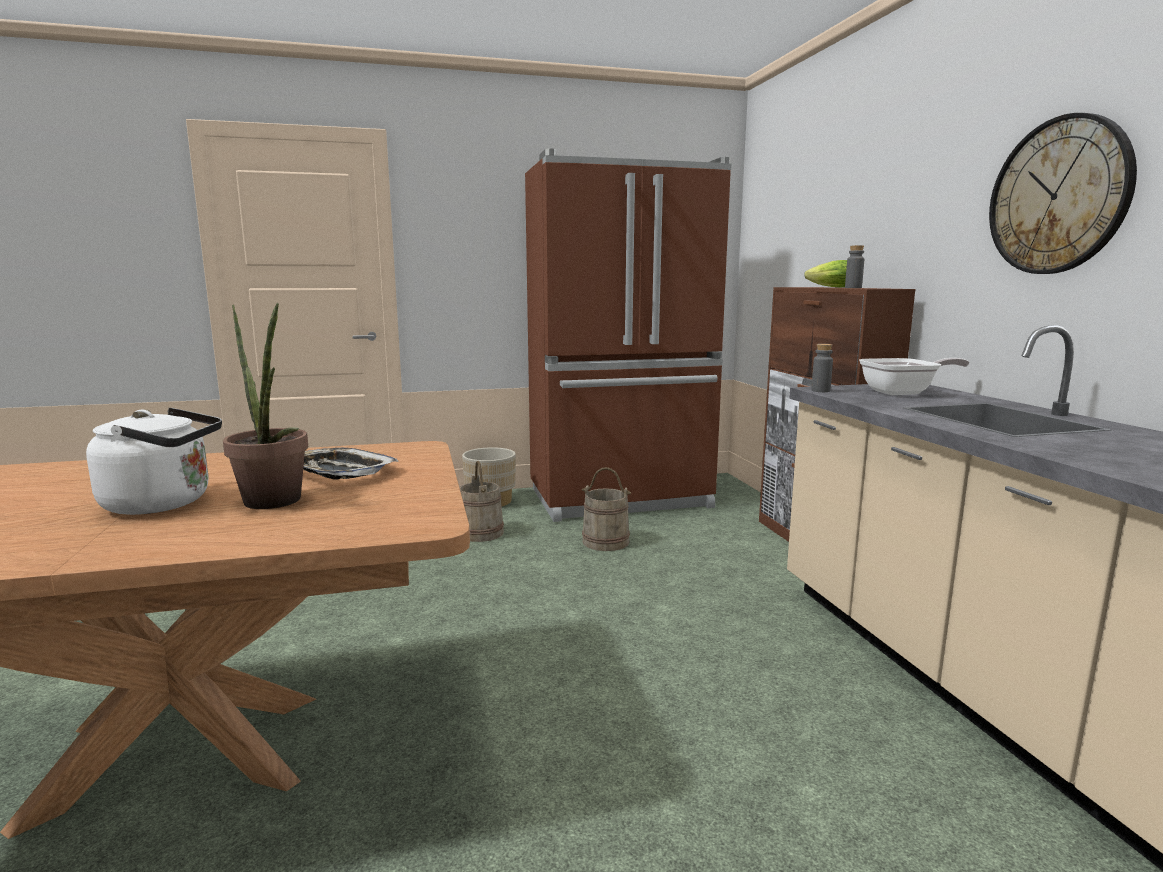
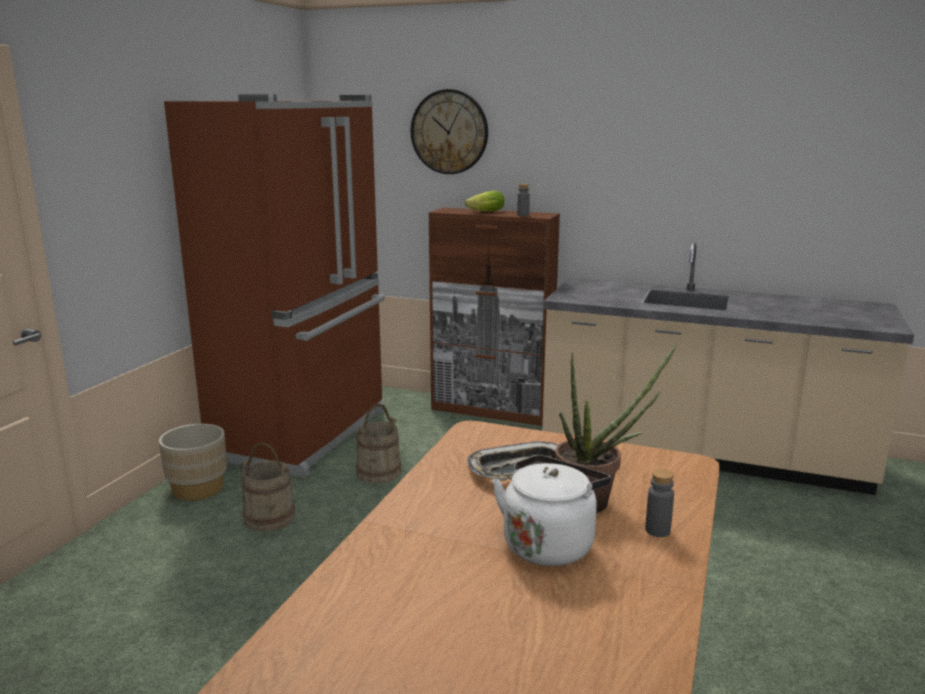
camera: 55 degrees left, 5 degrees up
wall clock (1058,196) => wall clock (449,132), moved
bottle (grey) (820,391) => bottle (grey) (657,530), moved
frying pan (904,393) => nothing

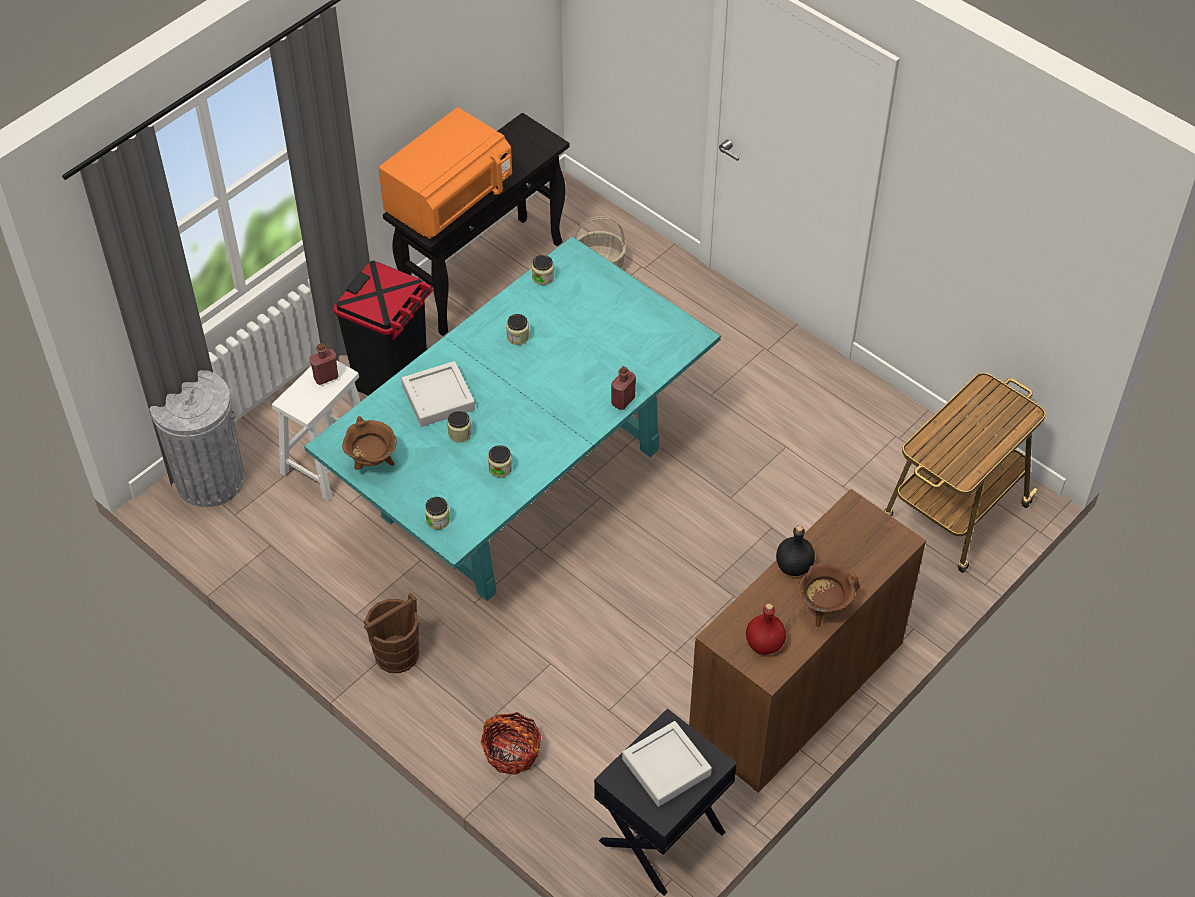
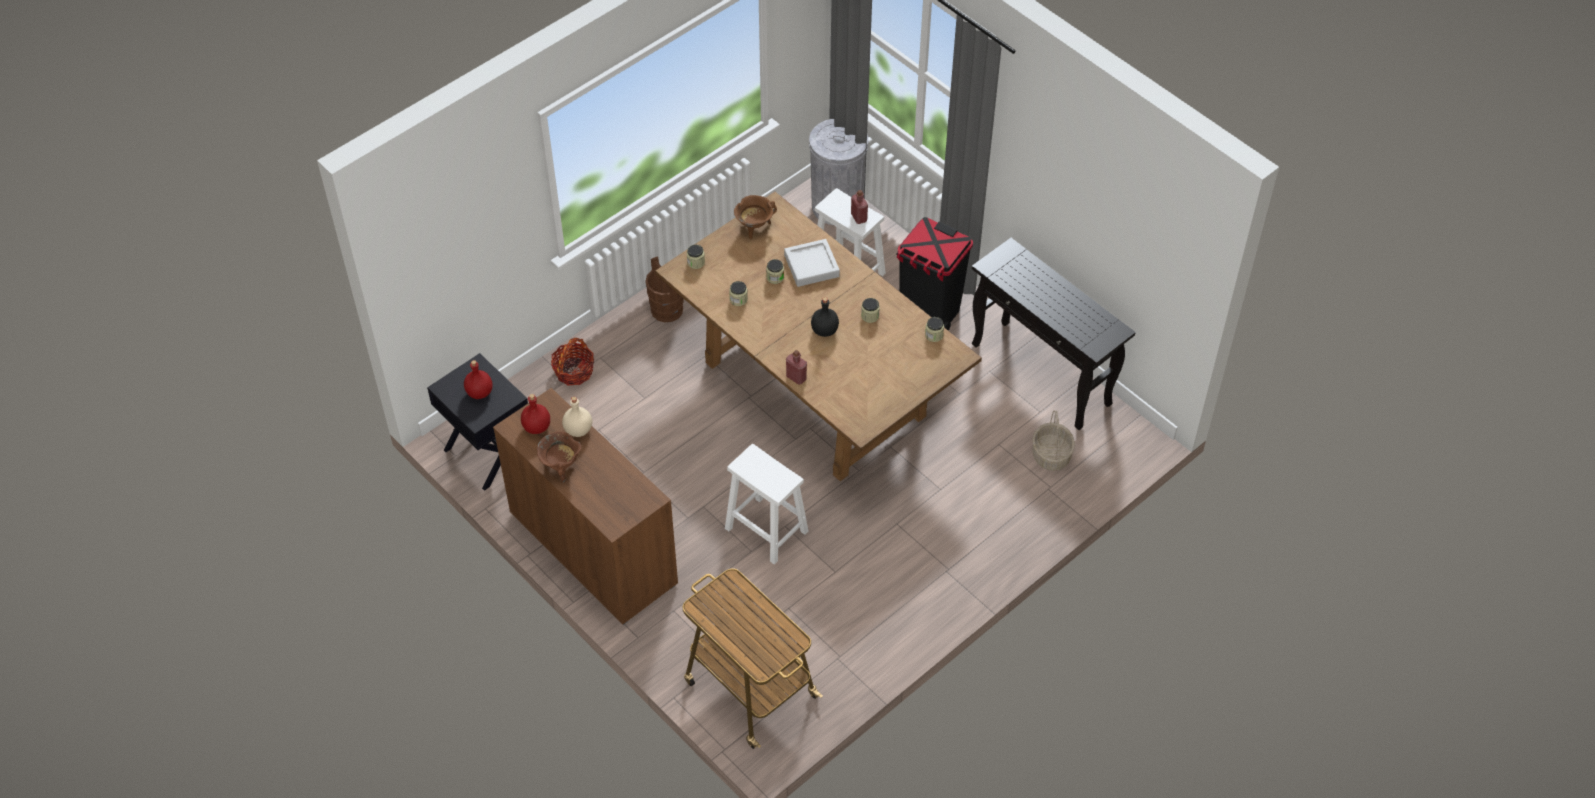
camera: 95 degrees right, 0 degrees up
microwave (orange) (449,200) => nothing
dining table (turquoise) (520,484) => dining table (brown) (813,388)
bottle (black) (793,567) => bottle (black) (824,330), moved
tray (grey) (666,767) => bottle (red) (479,393)
nothing => bottle (beige) (578,429)
nothing => stool (white) (765,529)

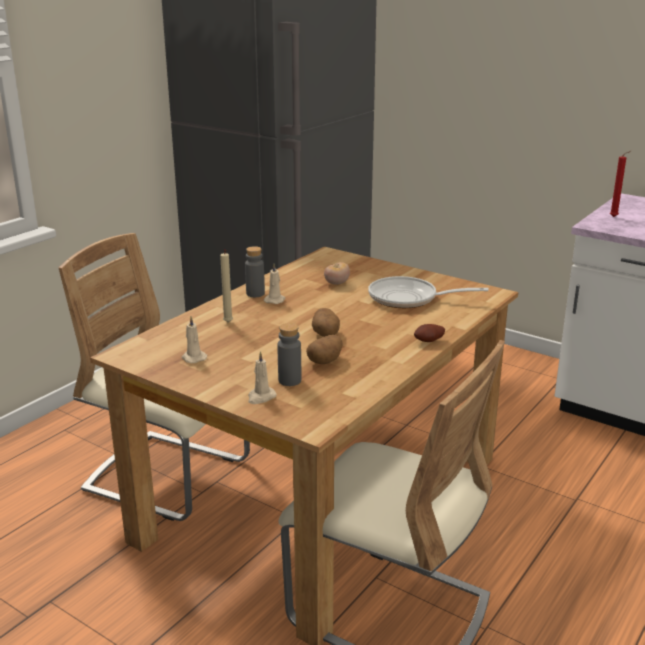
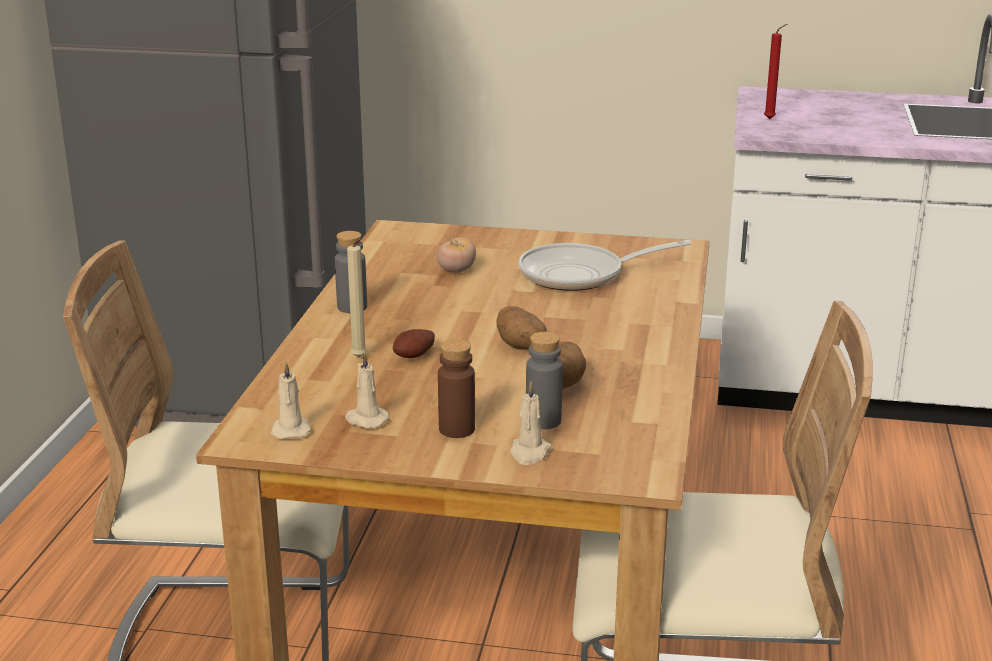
camera: 25 degrees left, 0 degrees up
candle (beige) (275,300) => candle (beige) (291,430), moved
potato (429,342) => potato (415,357), moved
nothing => bottle (brown) (457,429)

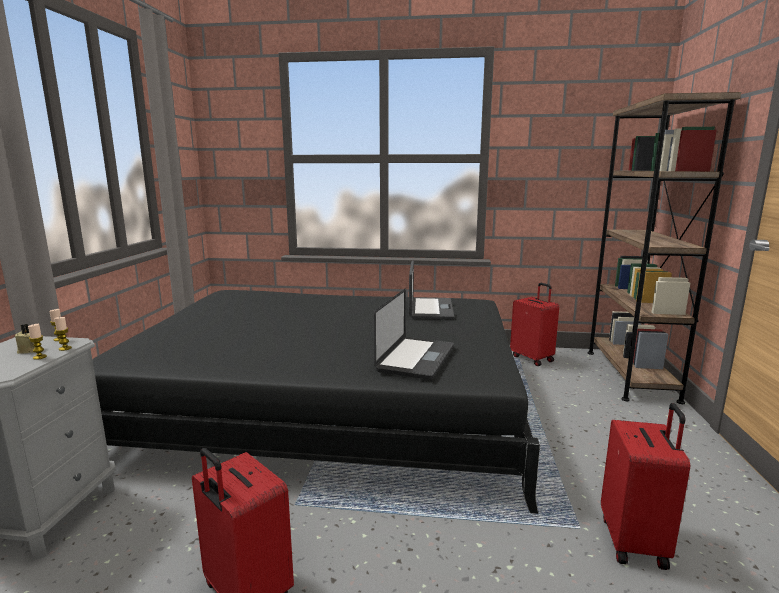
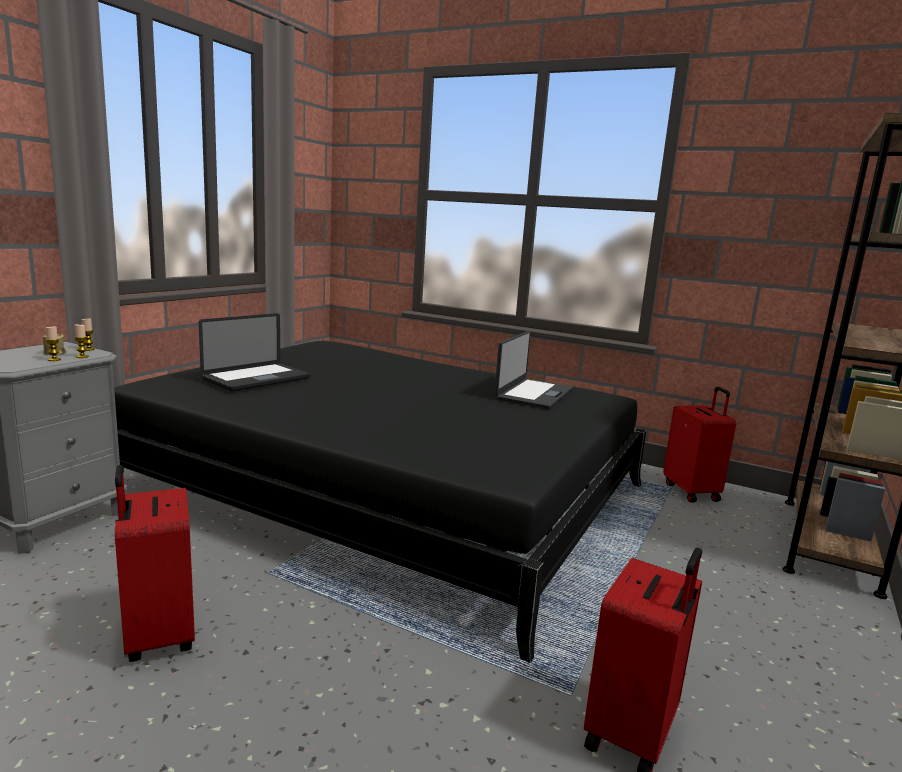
camera: 20 degrees right, 0 degrees up
laptop (416,359) => laptop (256,379), moved

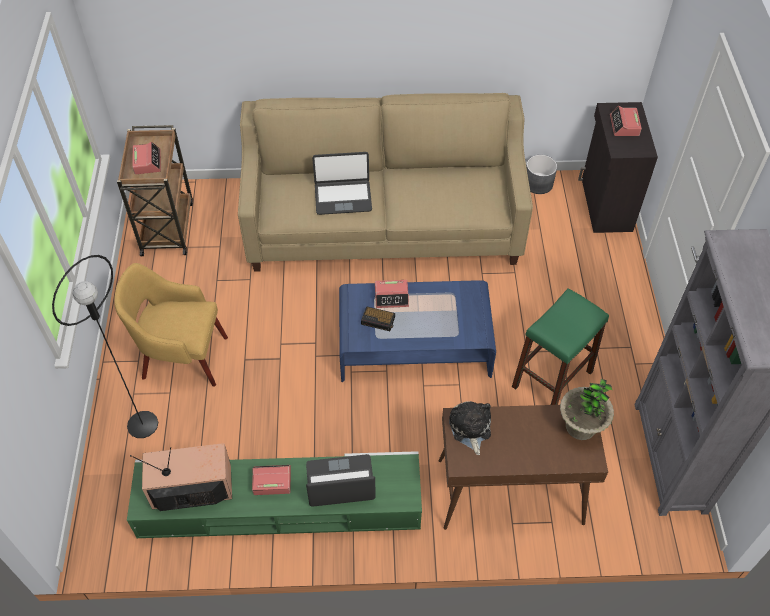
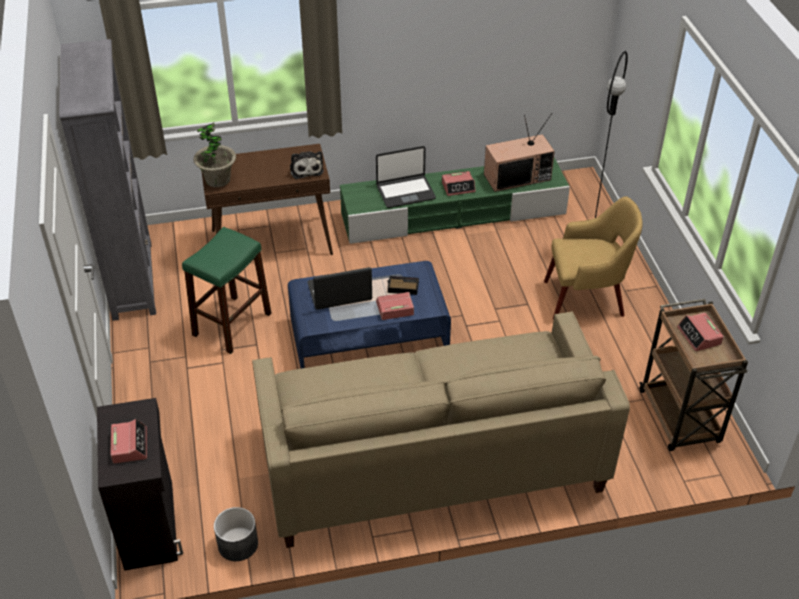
camera: 170 degrees right, 10 degrees down
laptop (343,197) => laptop (339,292), moved

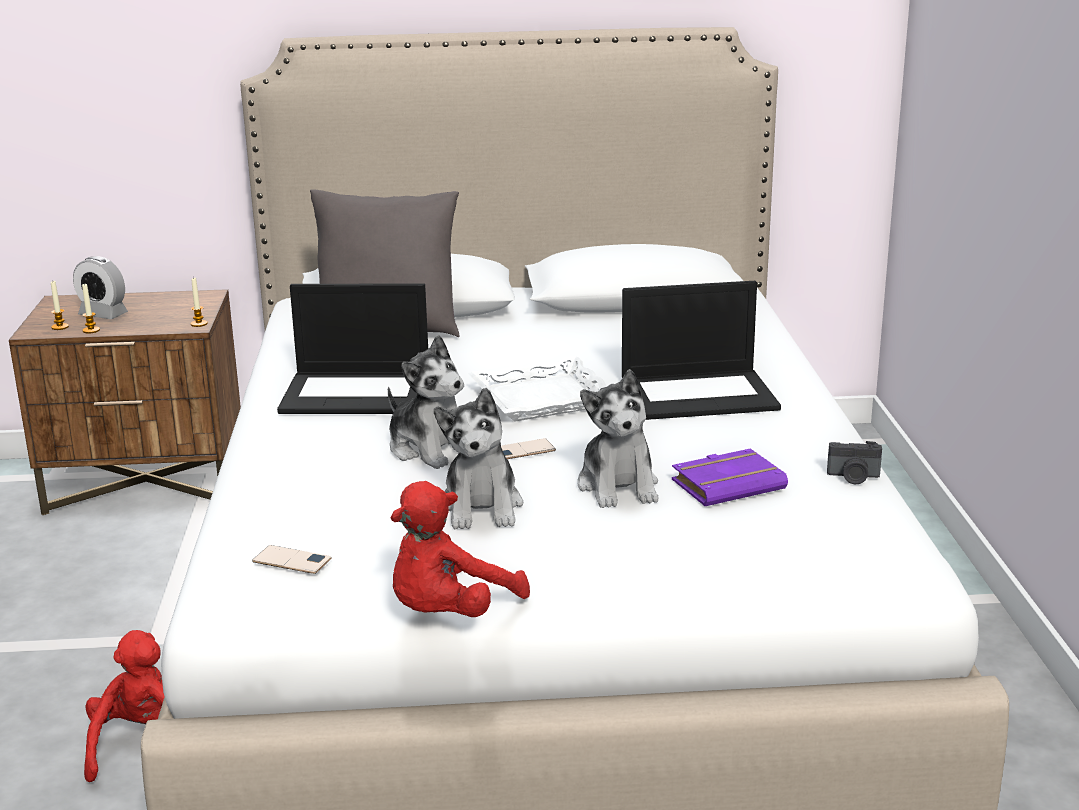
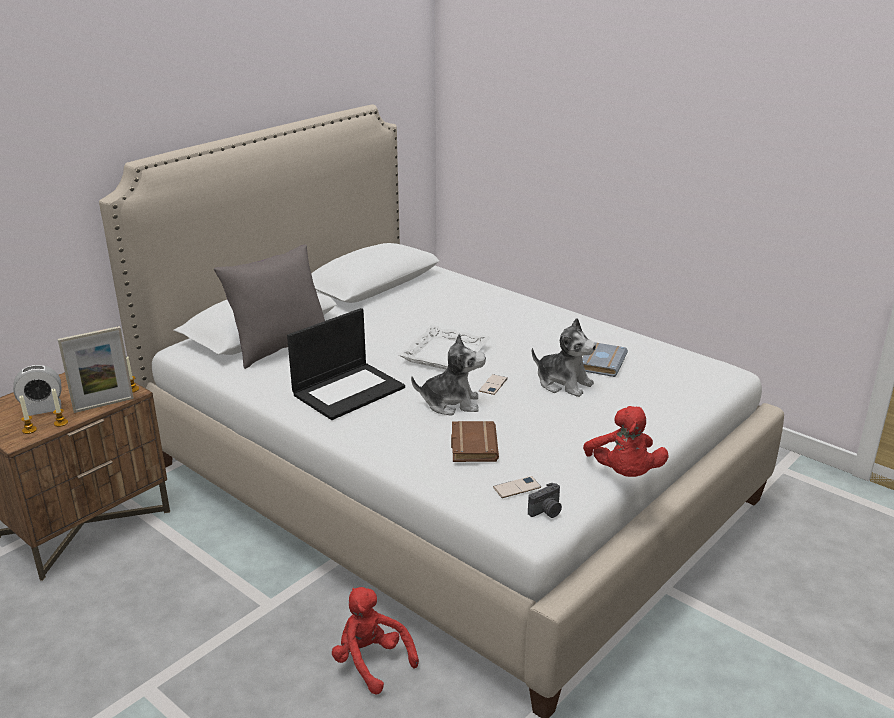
camera: 45 degrees left, 5 degrees up
laptop (699,395) => nothing
plush toy (482,507) => nothing
photo camera (853,477) => photo camera (546,511), moved
book (purple) (728,484) => book (grey) (601,362)
nothing => picture frame (103,404)
nothing => book (brown) (471,445)

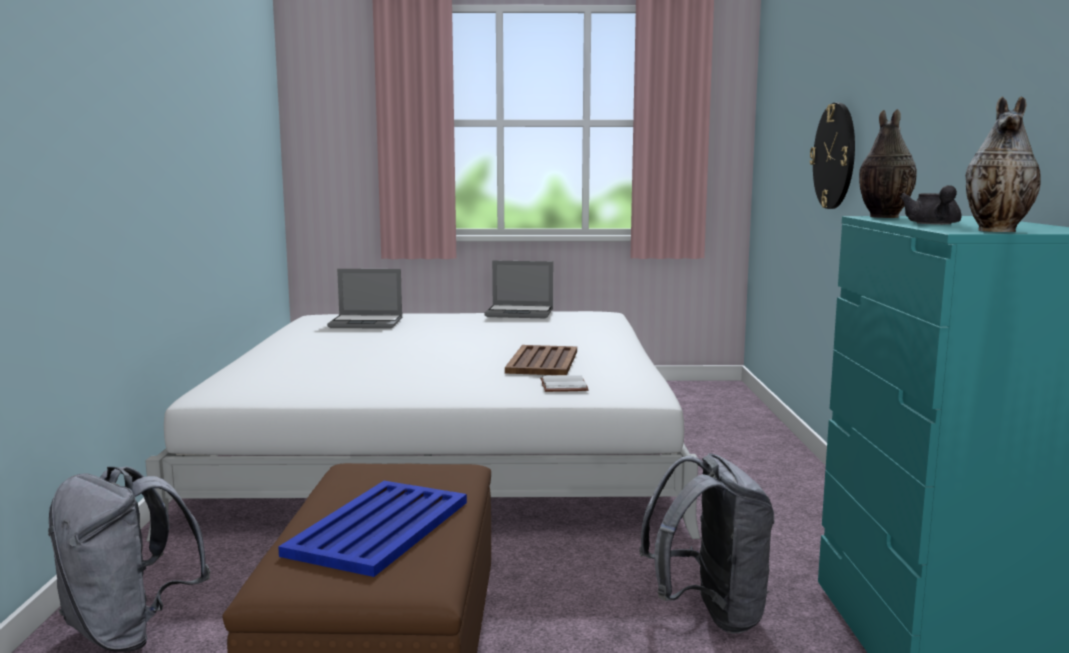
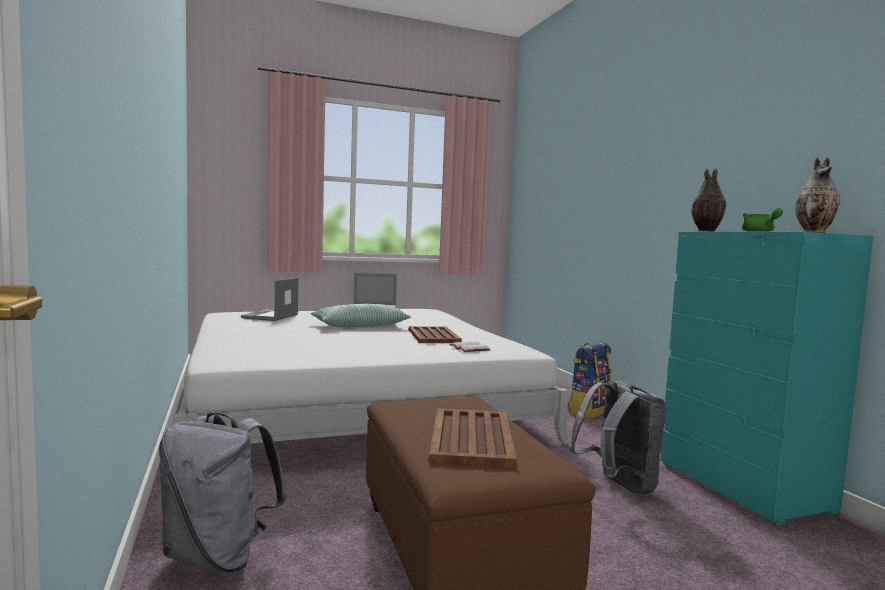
camera: 20 degrees left, 5 degrees down
wall clock (835,156) => nothing
teapot (grey) (934,224) => teapot (green) (760,231)
laptop (367,323) => laptop (271,317), 120 degrees clockwise
tray (blue) (378,528) => tray (brown) (471,438)
nothing => pillow (361,326)
nothing => backpack (588,410)

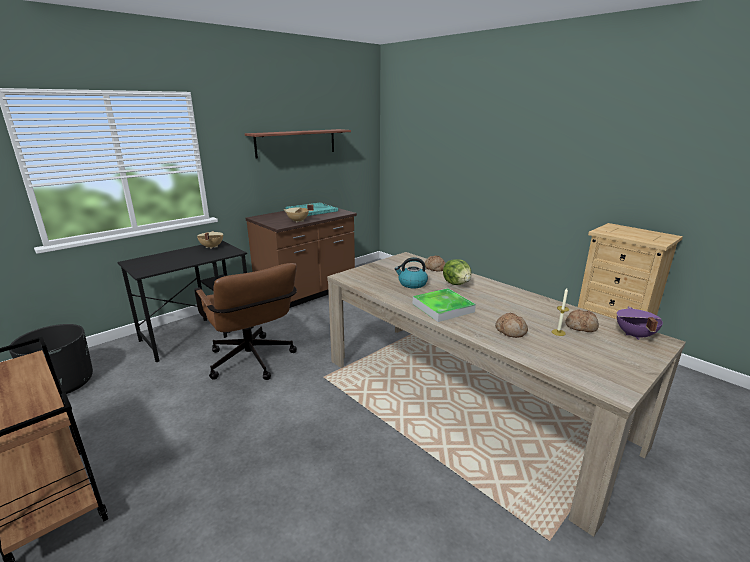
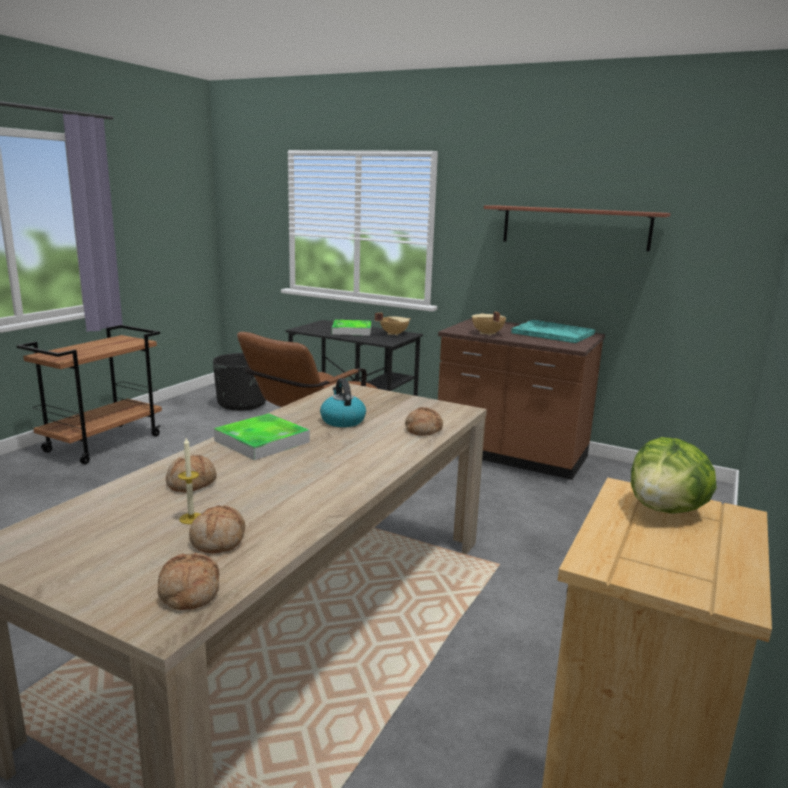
camera: 70 degrees right, 5 degrees down
lettuce (457,283) => lettuce (666,510), moved
cooking pot (purple) (634,335) => bread (188,592)
nothing => tray (352,331)

